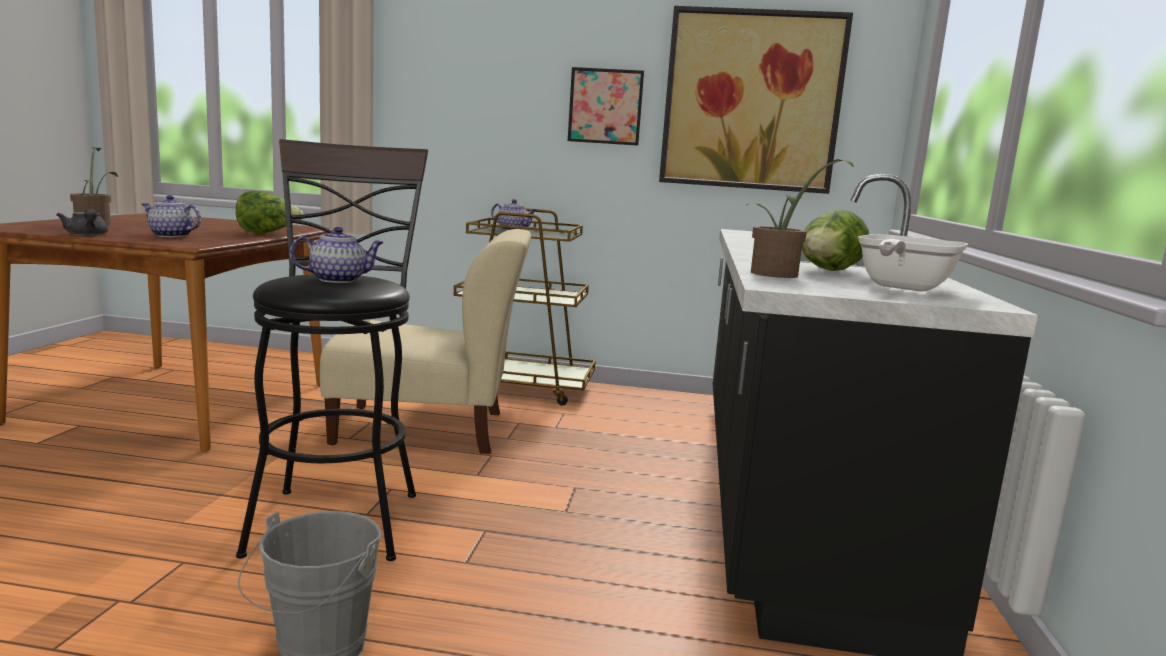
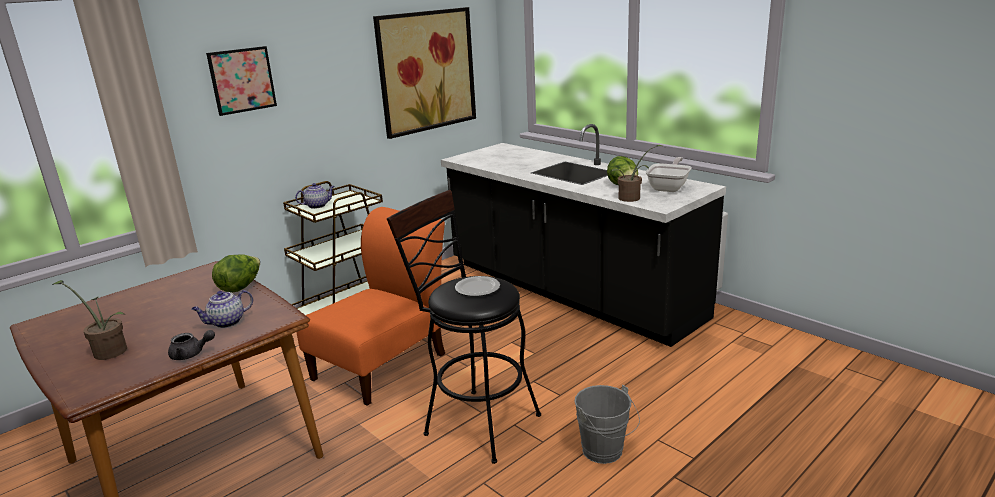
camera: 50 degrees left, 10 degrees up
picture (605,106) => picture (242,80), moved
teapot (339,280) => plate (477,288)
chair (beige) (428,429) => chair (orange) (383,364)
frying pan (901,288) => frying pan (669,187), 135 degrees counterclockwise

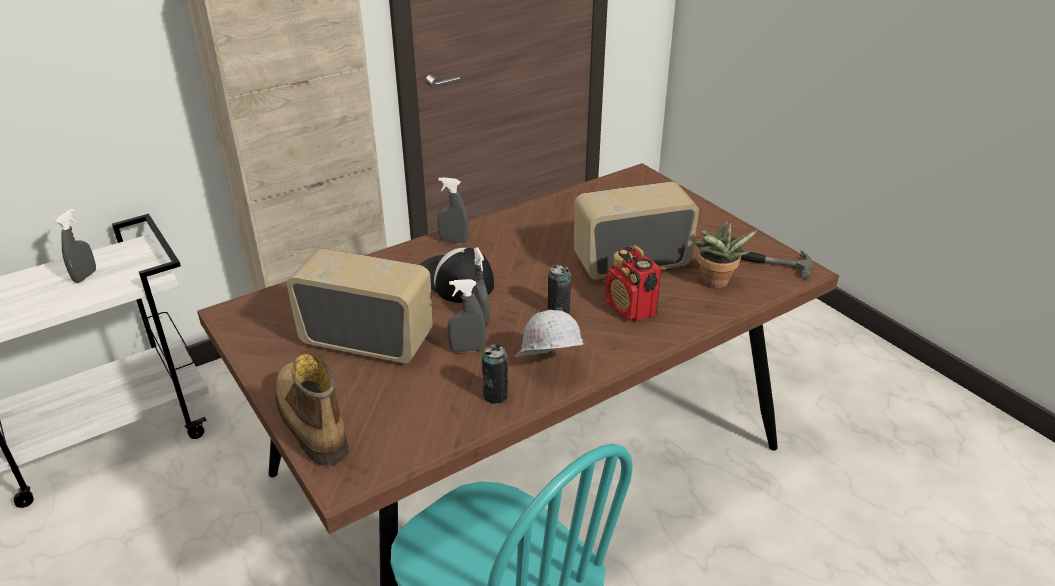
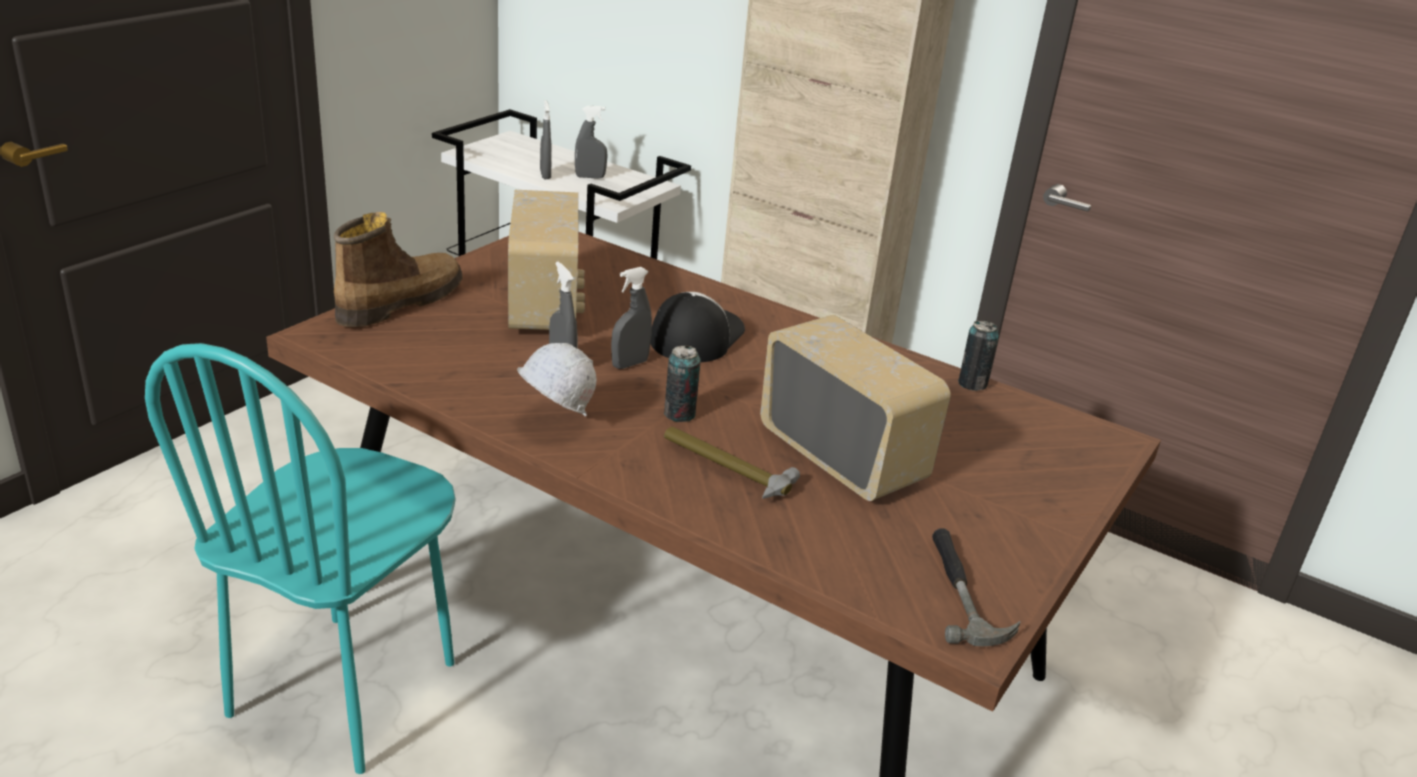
camera: 65 degrees right, 5 degrees down
spray bottle (grey) (453,241) => spray bottle (grey) (545,175), moved
potted plant (715,284) => nothing
radio (631,309) => hammer (725,469)
can (495,395) => can (972,384), moved

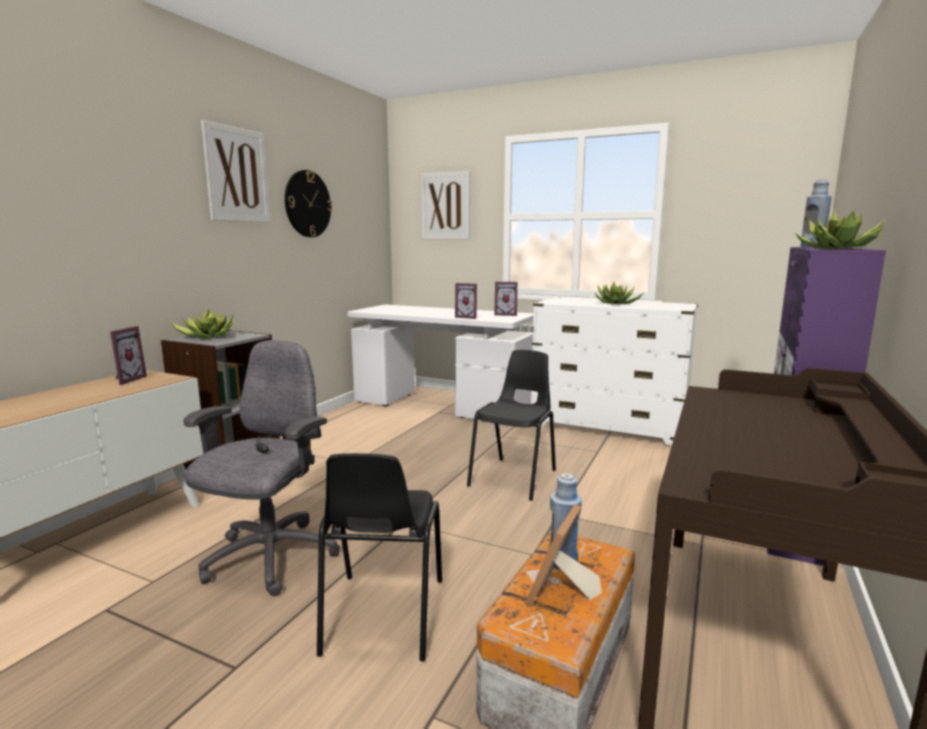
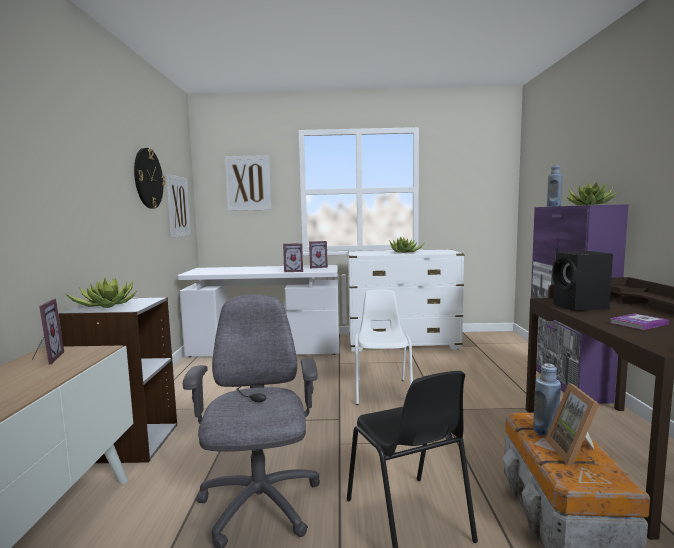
camera: 25 degrees left, 5 degrees down
picture (237,175) => picture (178,206), moved
chair (black) (514,478) => chair (white) (383,391)
nothing => speaker (black) (580,307)
nothing => book (638,323)

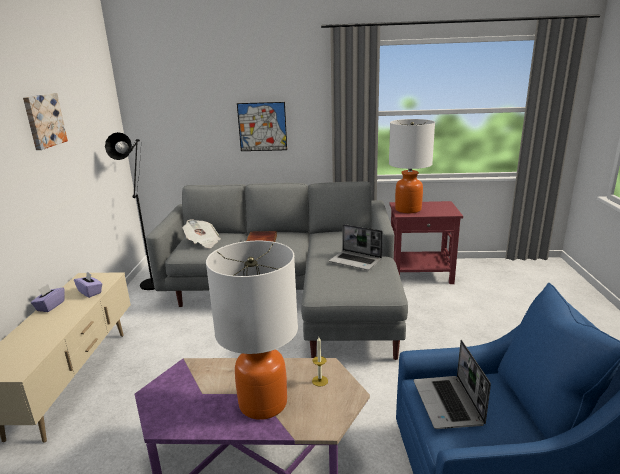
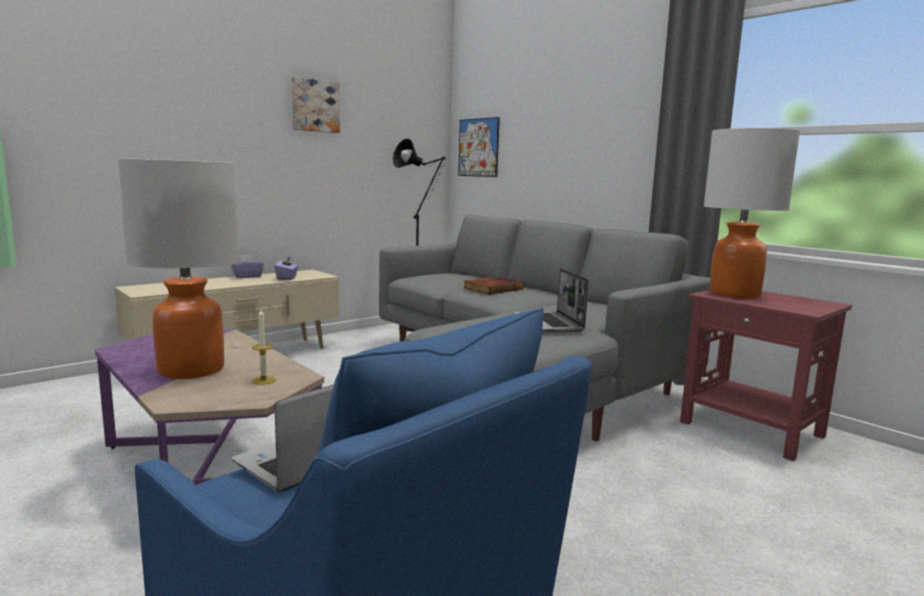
camera: 45 degrees right, 10 degrees down
picture (262,127) => picture (478,147), moved
newspaper (203,242) => nothing

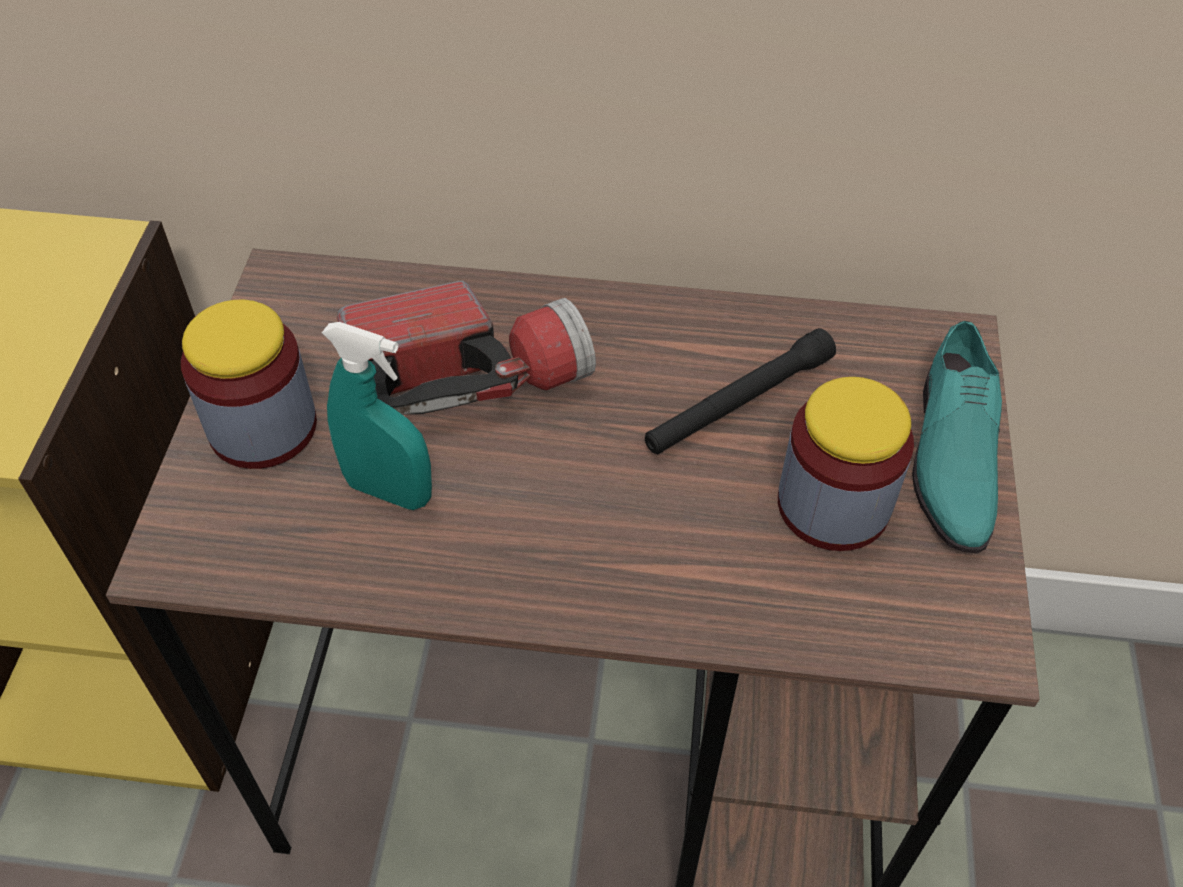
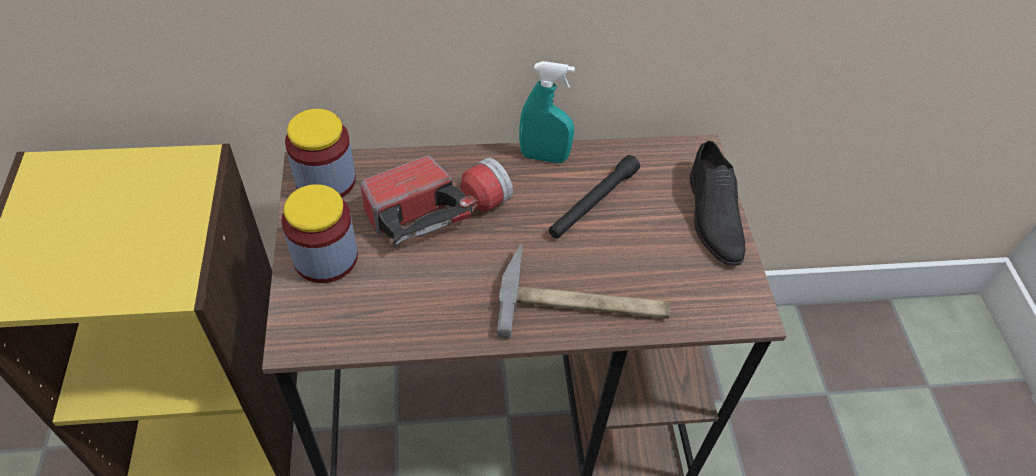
camera: 15 degrees left, 0 degrees up
shoe (turquoise) (950,455) => shoe (black) (712,214)
spray bottle (turquoise) (389,491) => spray bottle (turquoise) (544,157), moved
jar (833,505) => jar (326,180), moved
nothing => hammer (583,302)

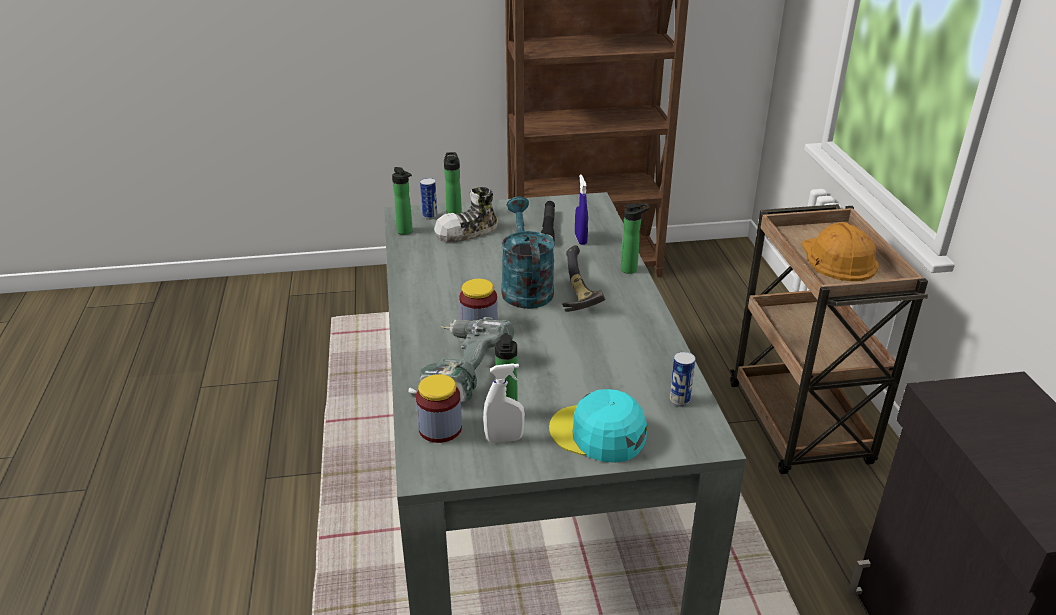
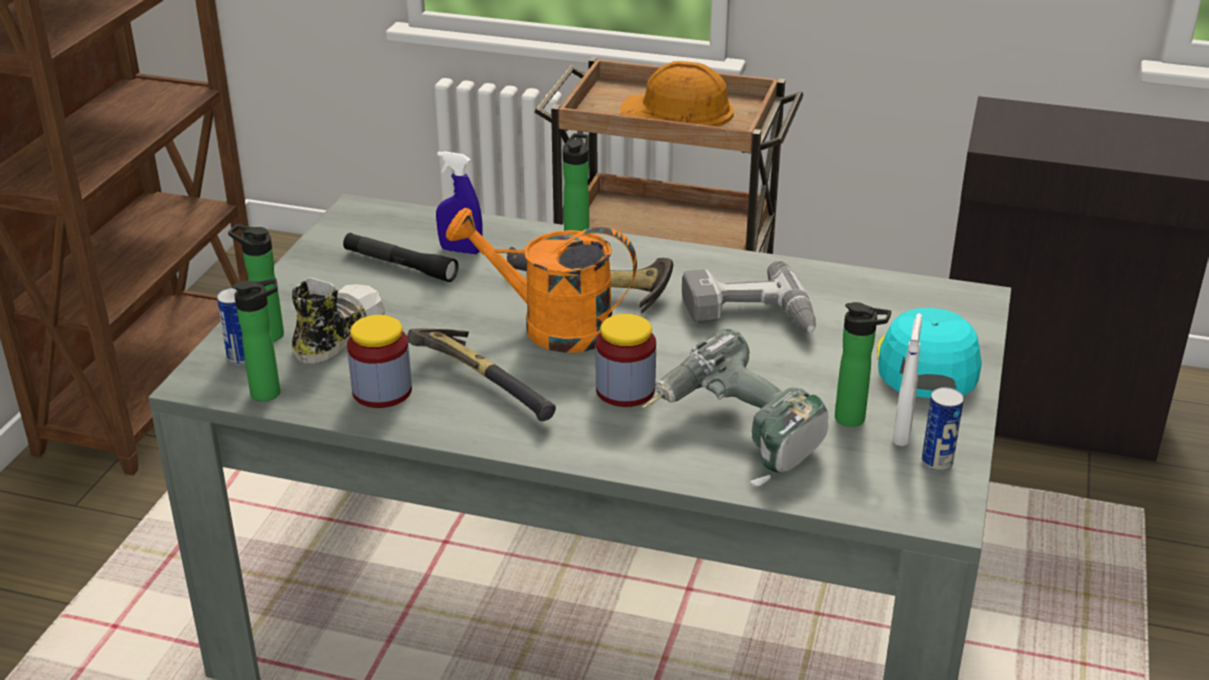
camera: 65 degrees left, 0 degrees up
shoe (467,232) => shoe (336,335), 150 degrees counterclockwise
watering can (turquoise) (525,287) => watering can (orange) (551,327)
can (679,400) => can (937,463), moved
jar (440,428) => jar (382,391), moved
cap (turquoise) (598,434) => cap (turquoise) (926,363), 135 degrees clockwise
nothing => power drill (749,317)
nothing => hammer (487,383)

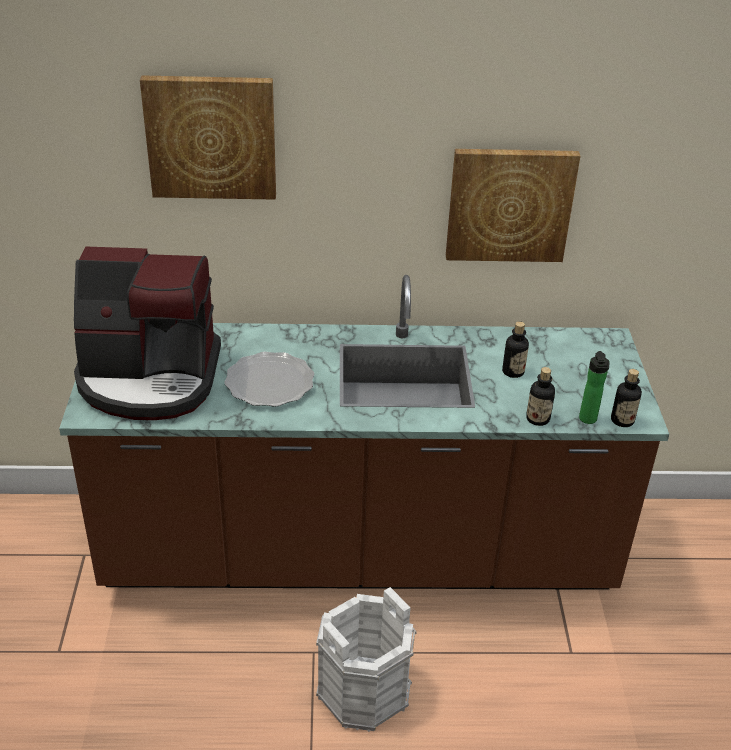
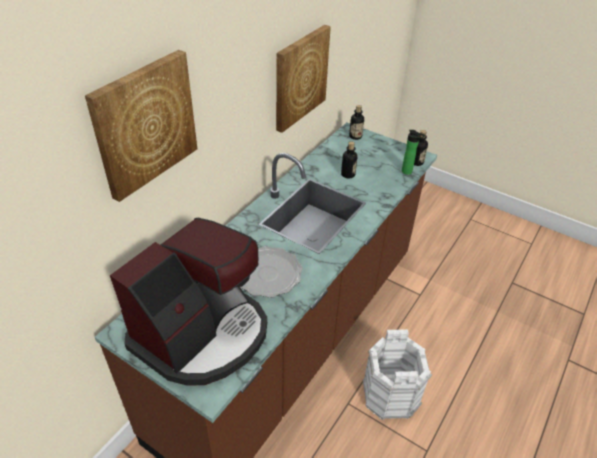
camera: 55 degrees left, 5 degrees up
bottle (537,419) => bottle (355,136), moved

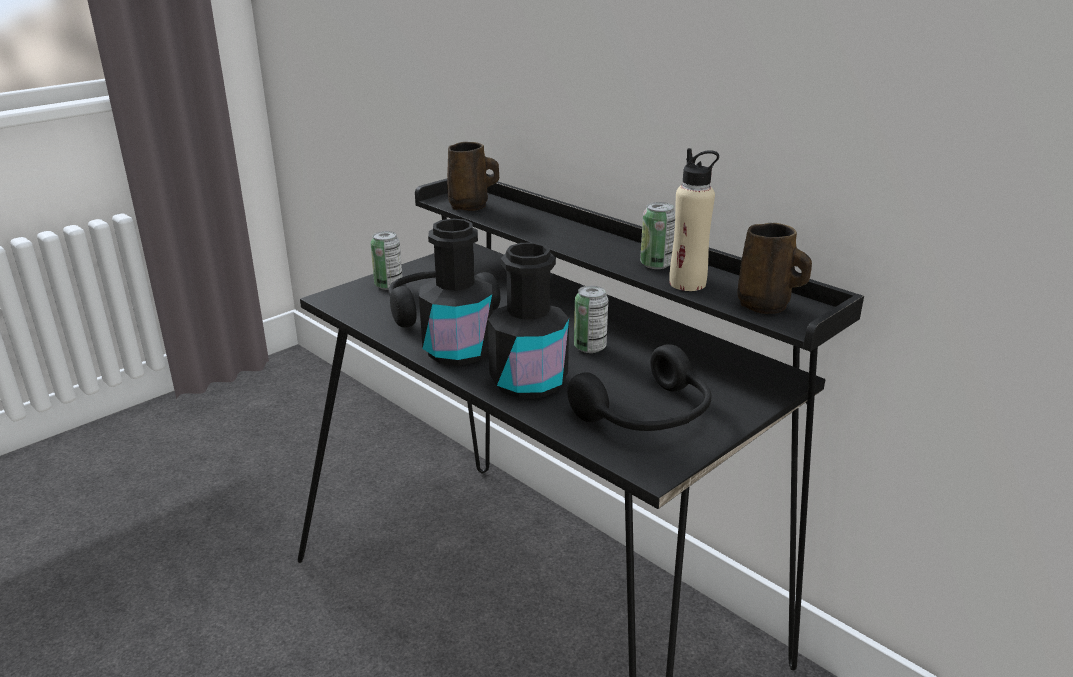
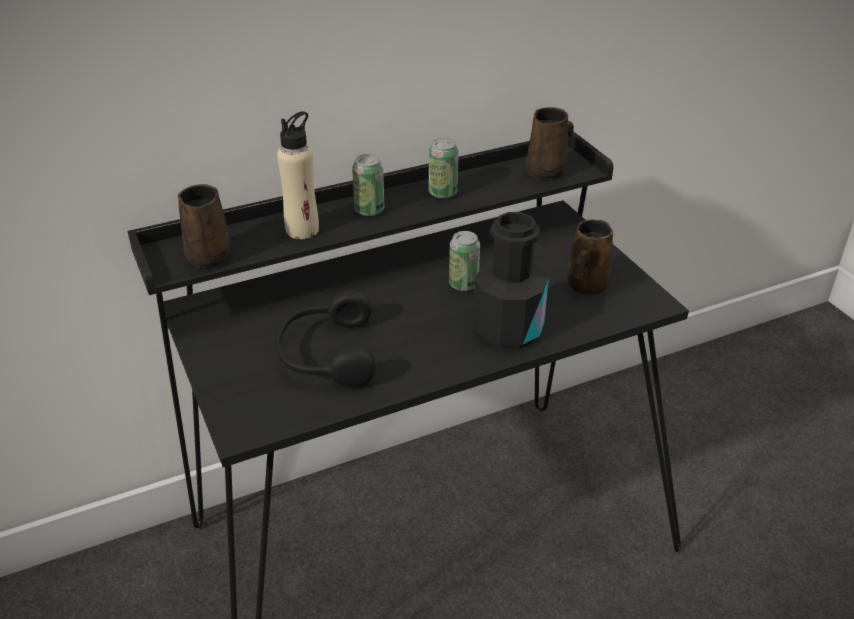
camera: 70 degrees left, 10 degrees up
bottle (beige) (687,283) => bottle (beige) (302,230), moved
bottle (black) (458,350) => nothing
can (388,285) => can (369,210), moved
headphones (black) (647,416) => mug (brown) (586,286)

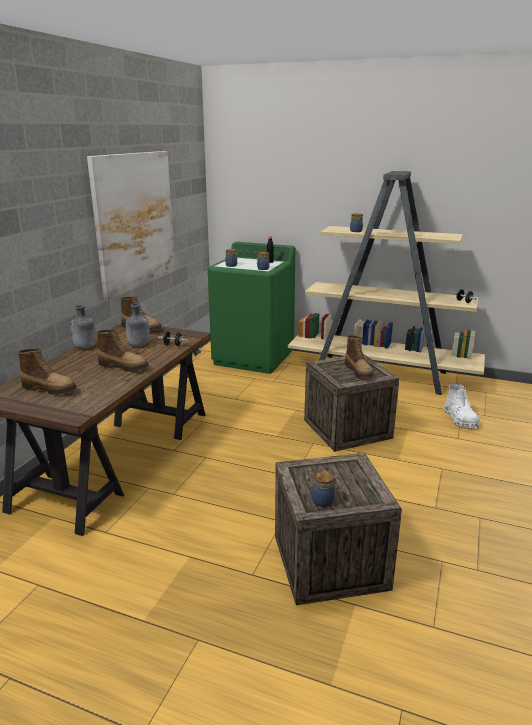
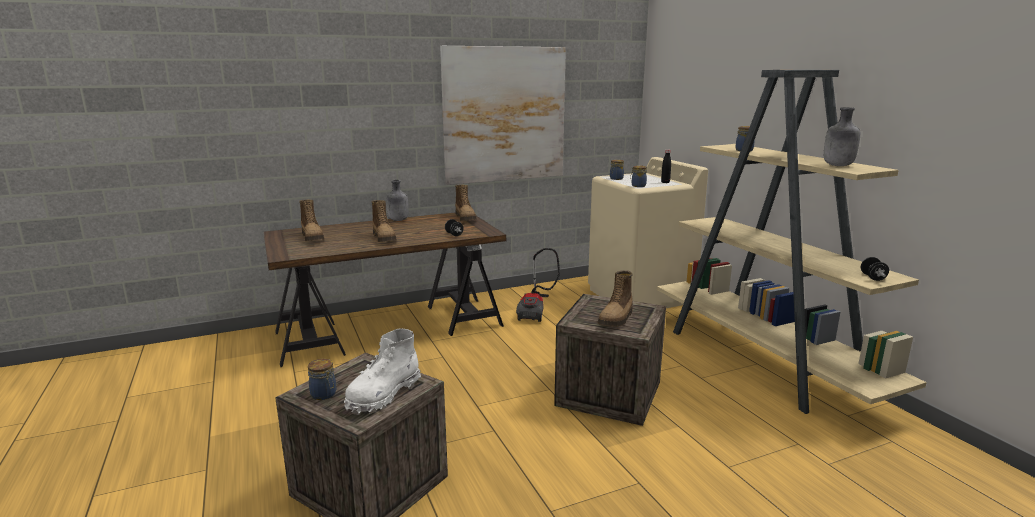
camera: 45 degrees right, 5 degrees down
washing machine (green) (254,357) => washing machine (beige) (640,296)
bottle (grey) (139,345) => bottle (grey) (837,165), moved
boot (white) (460,419) => boot (white) (383,395), moved
nothing => vacuum cleaner (535,311)

